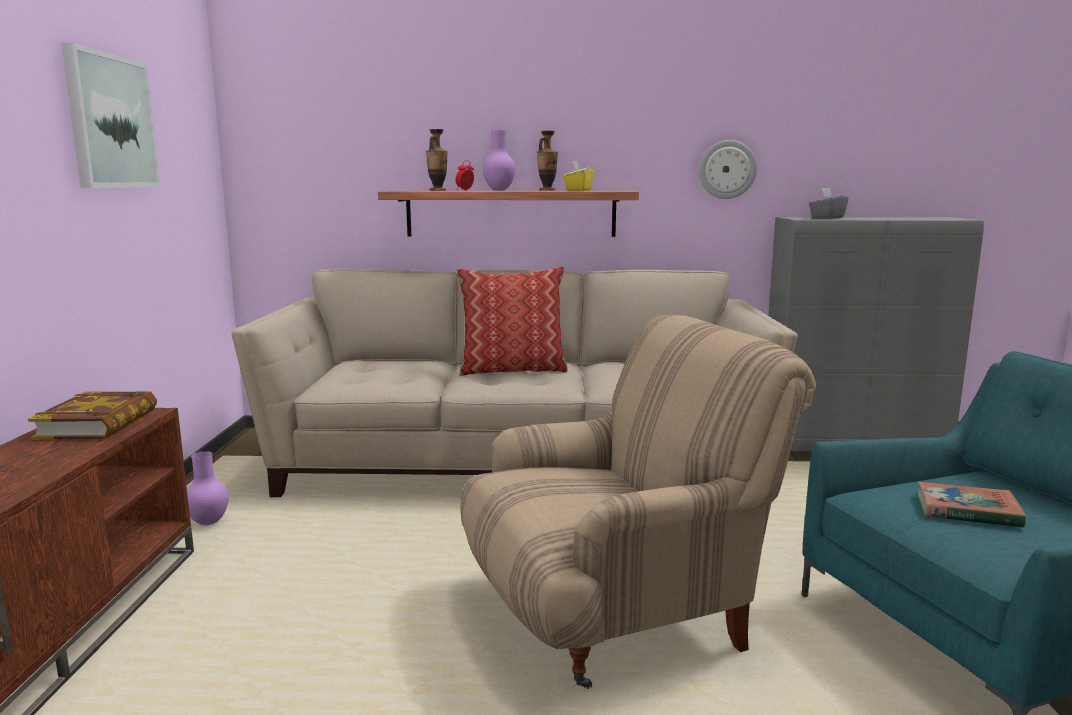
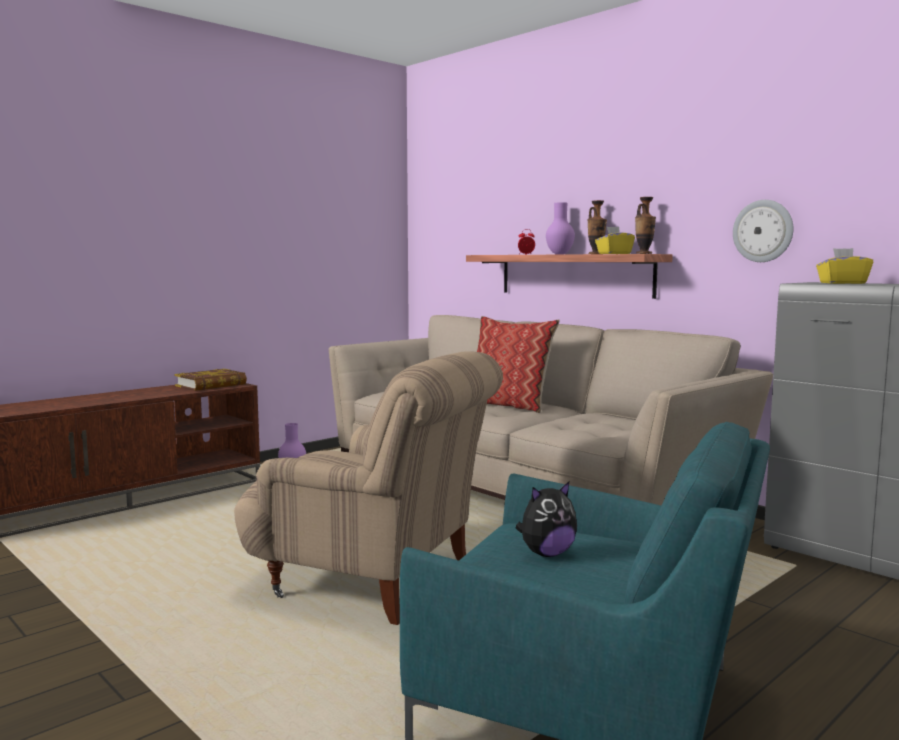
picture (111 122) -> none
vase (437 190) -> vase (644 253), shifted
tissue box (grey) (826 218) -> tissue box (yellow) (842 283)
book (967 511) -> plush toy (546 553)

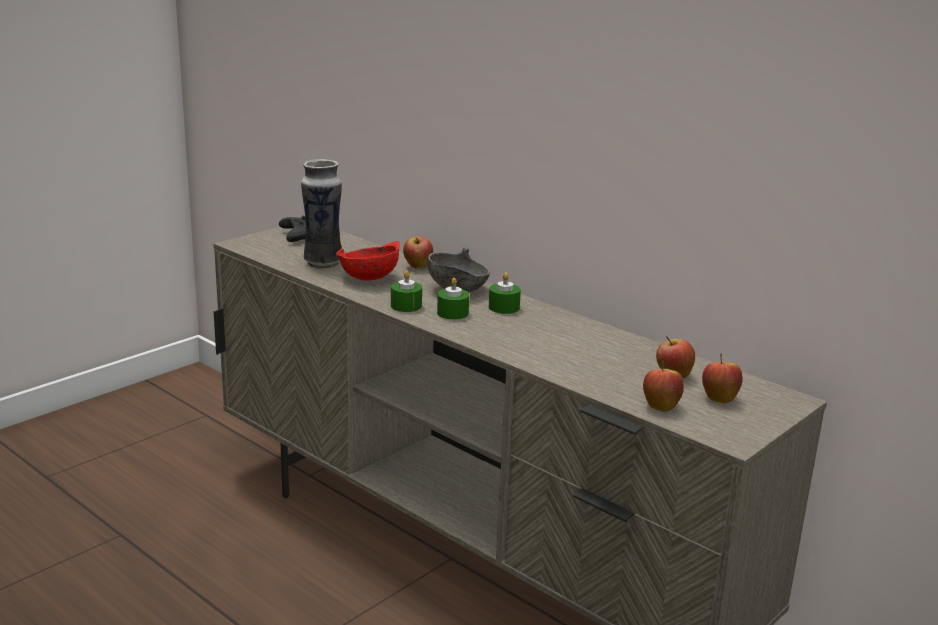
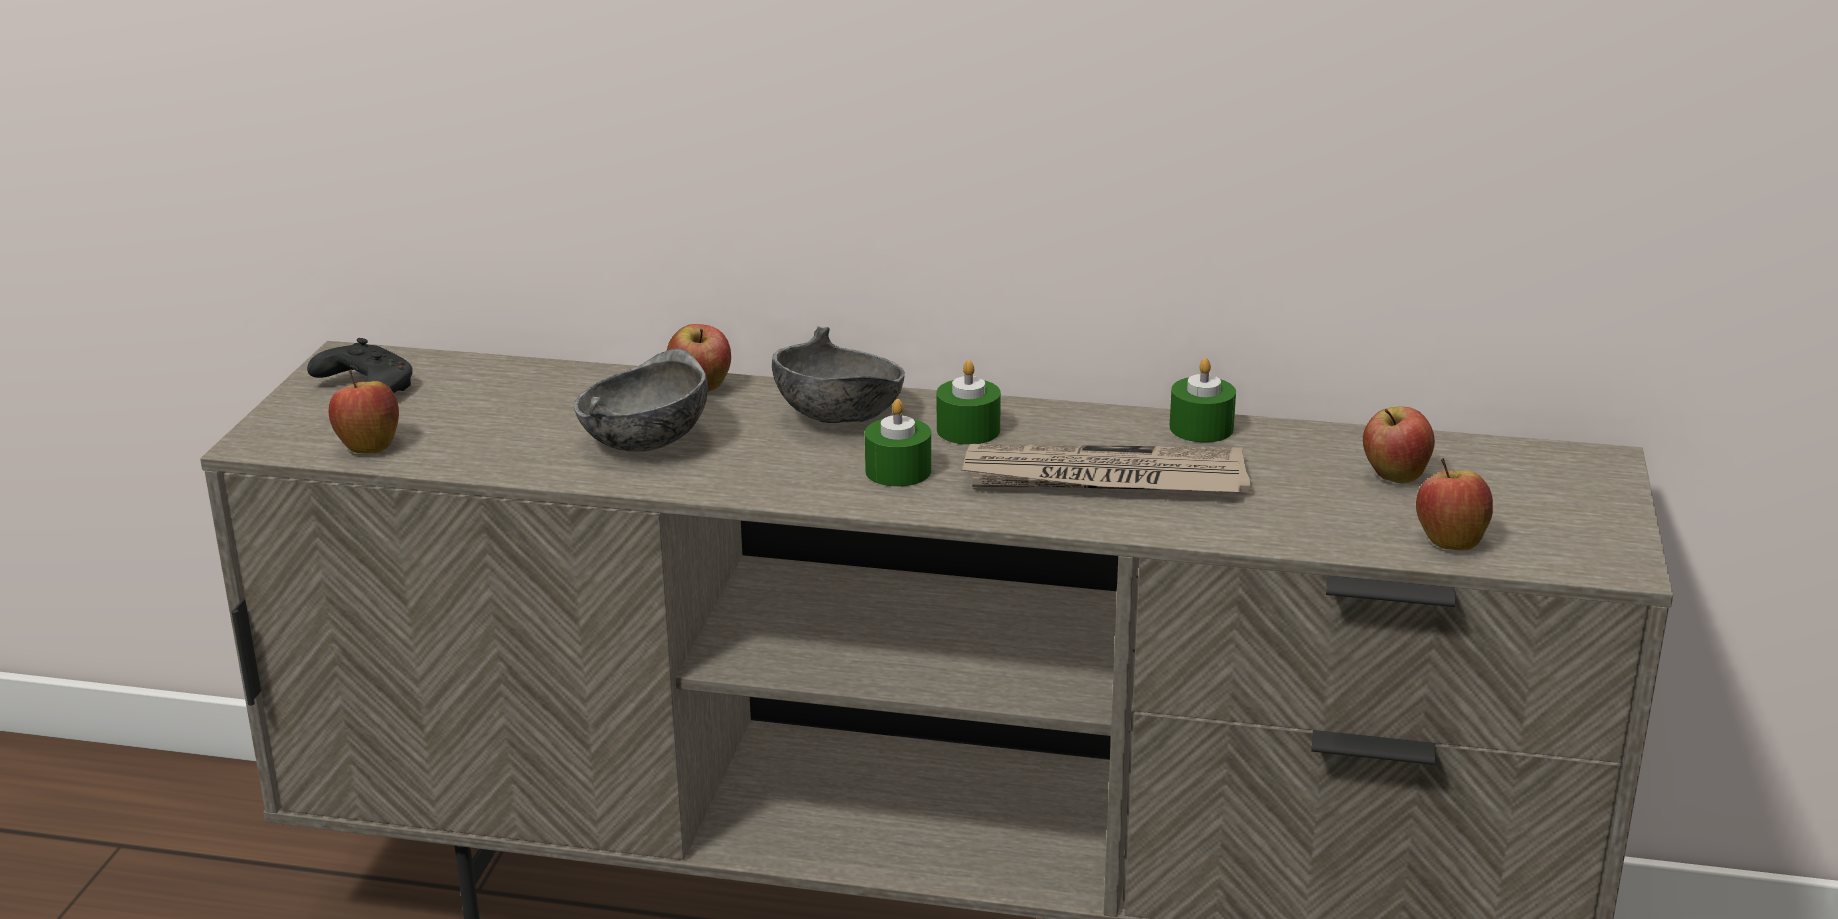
vase (323 263) -> none
bowl (red) (368 278) -> bowl (grey) (643 443)
candle (green) (406 306) -> candle (green) (1201 428), shifted
apple (719 398) -> apple (368 446), shifted
none -> newspaper (1103 479)

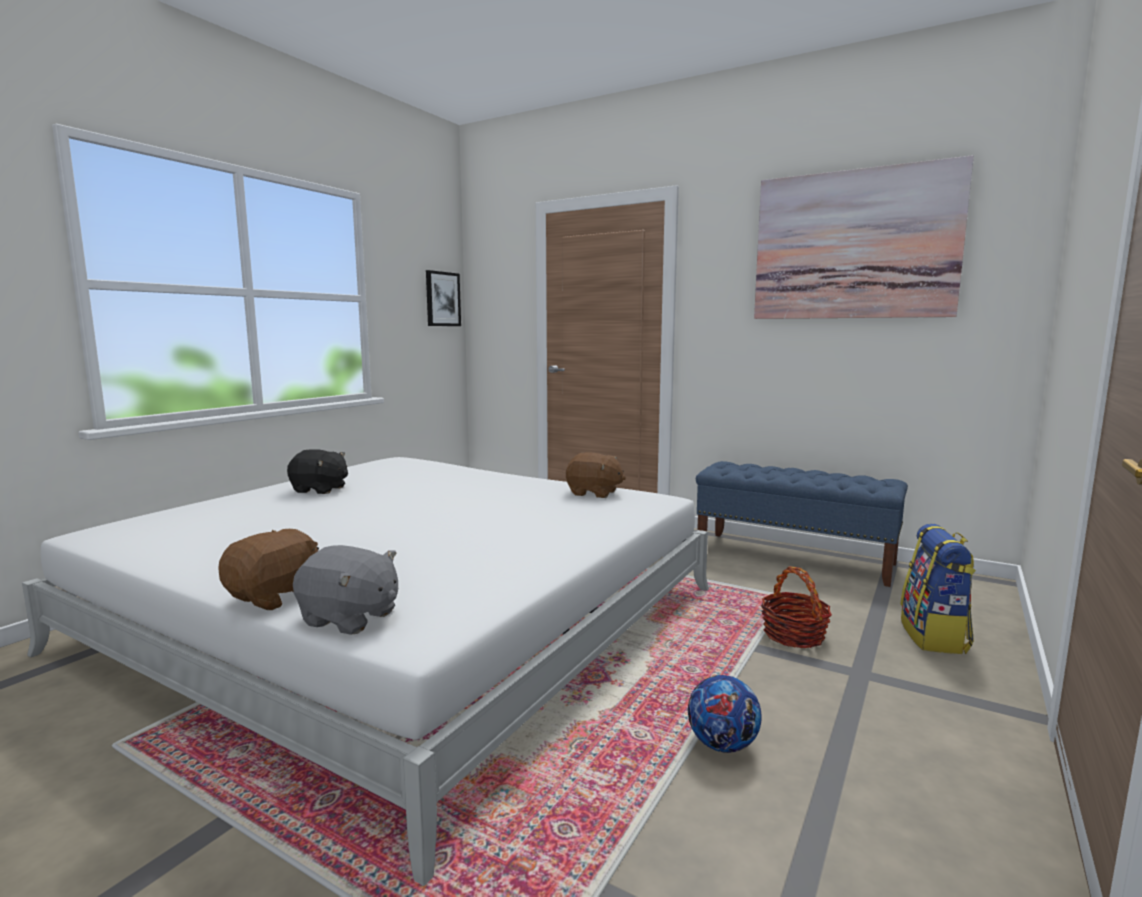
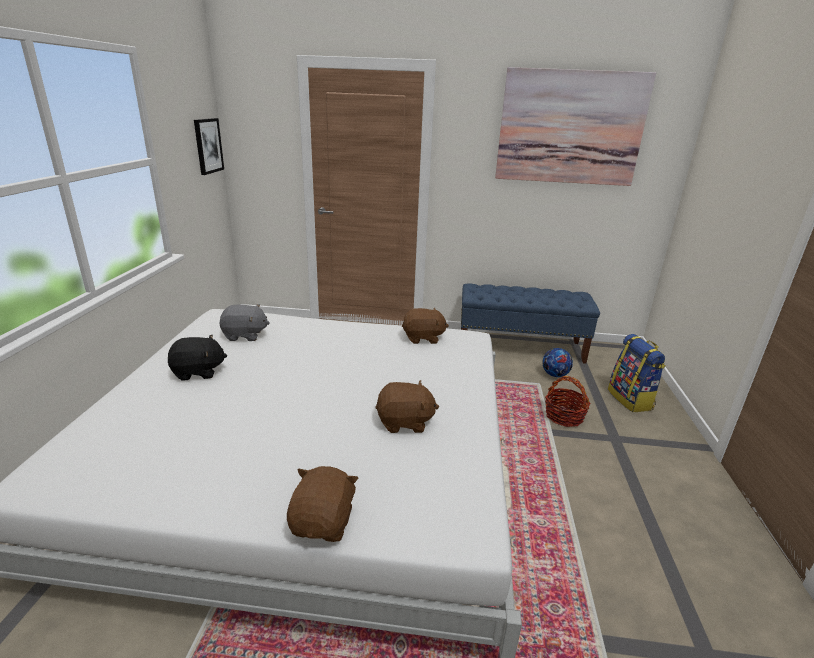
plush toy (grey) (349 618) -> plush toy (grey) (245 335), shifted
football (722 745) -> football (555 375), shifted
none -> plush toy (brown) (405 422)

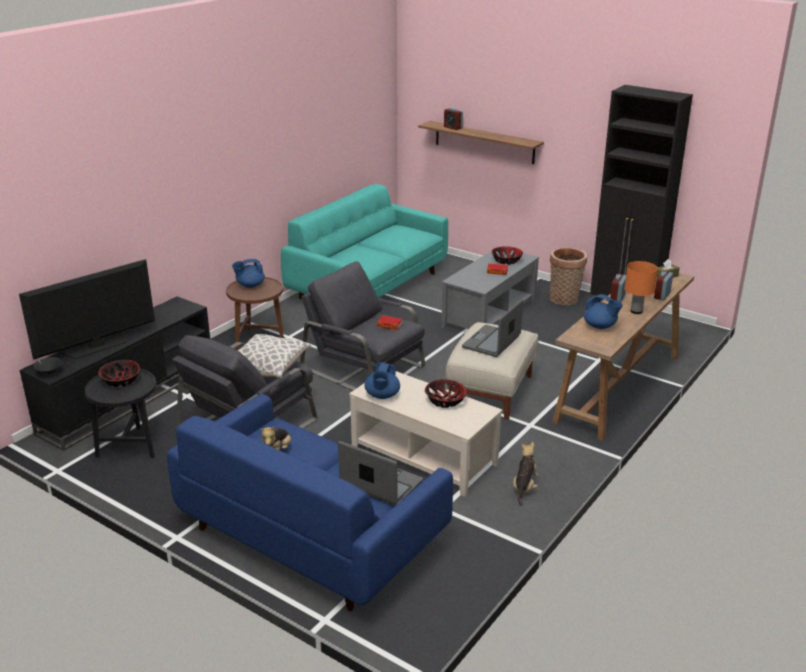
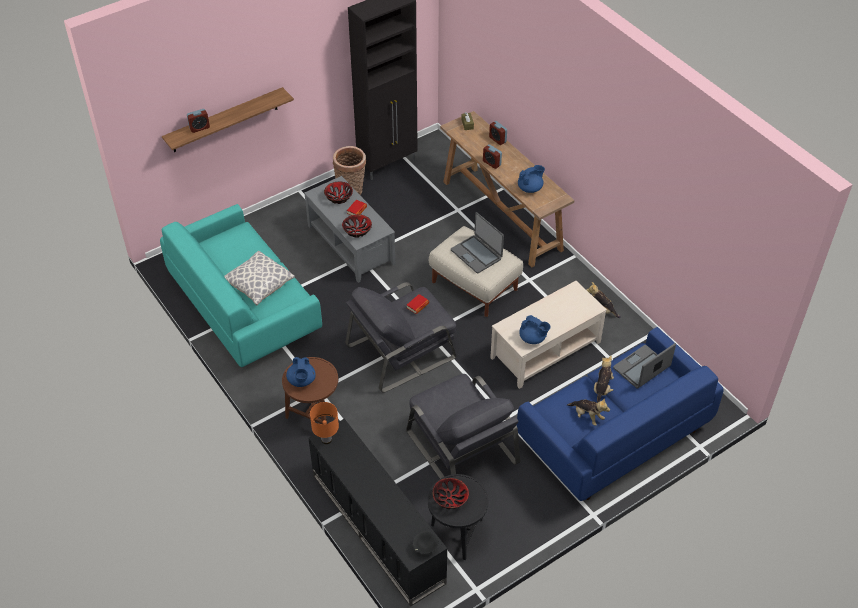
television (96 346) -> none
table lamp (orange) (636 311) -> table lamp (orange) (326 439), shifted
pillow (268 367) -> pillow (259 285), shifted
bowl (445 401) -> bowl (357 230), shifted
none -> plush toy (602 389)

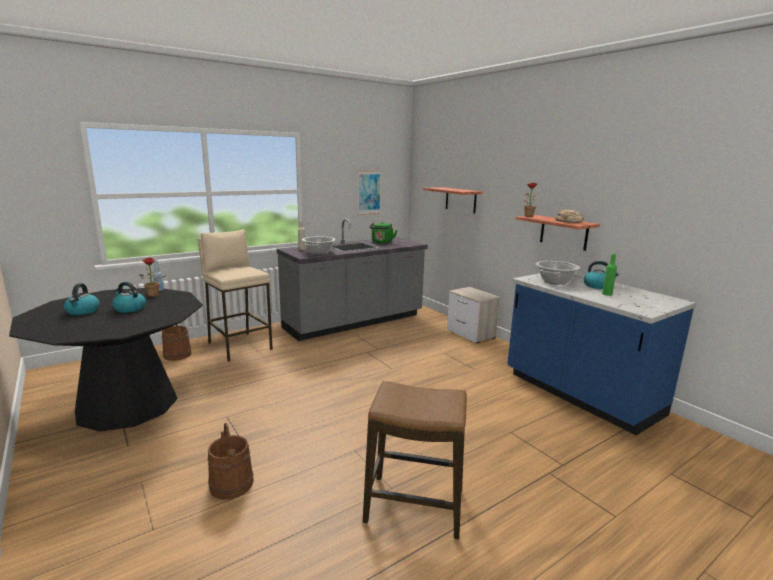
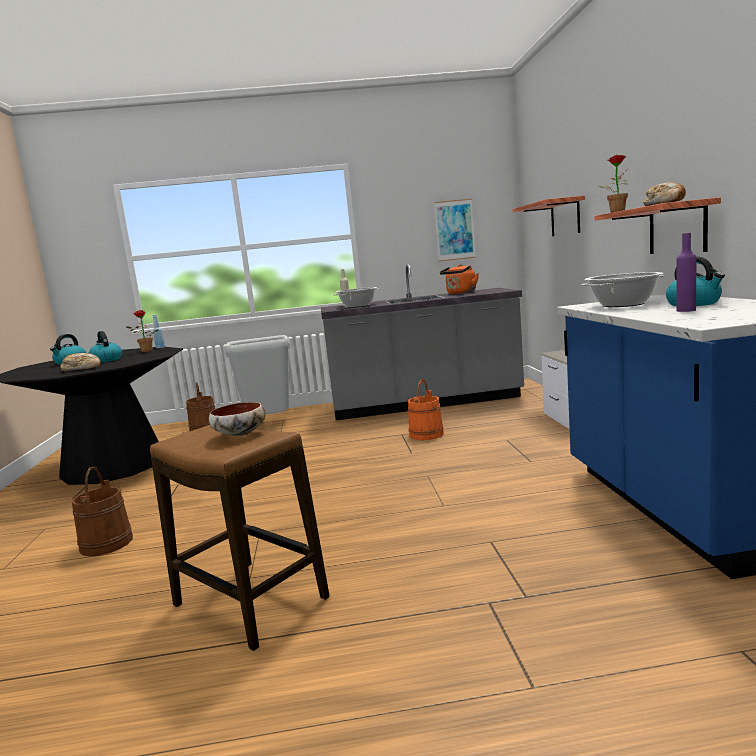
kettle (green) (382 242) -> kettle (orange) (460 293)
stool (beige) (239 346) -> trash can (grey) (269 423)
bottle (green) (607 294) -> bottle (purple) (686 310)
none -> bread (82 368)
none -> bucket (orange) (426 434)
none -> bowl (240 434)

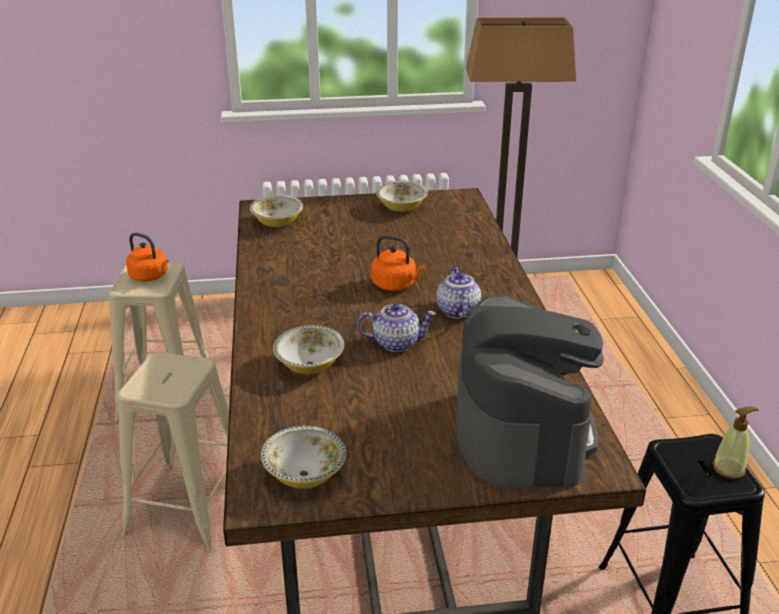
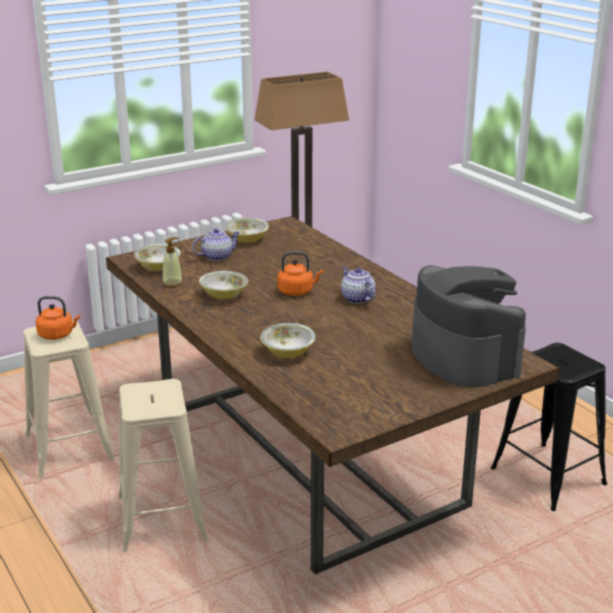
teapot (395 343) -> teapot (216 257), shifted
soap dispenser (729 468) -> soap dispenser (172 283), shifted
bowl (305 474) -> bowl (224 295), shifted

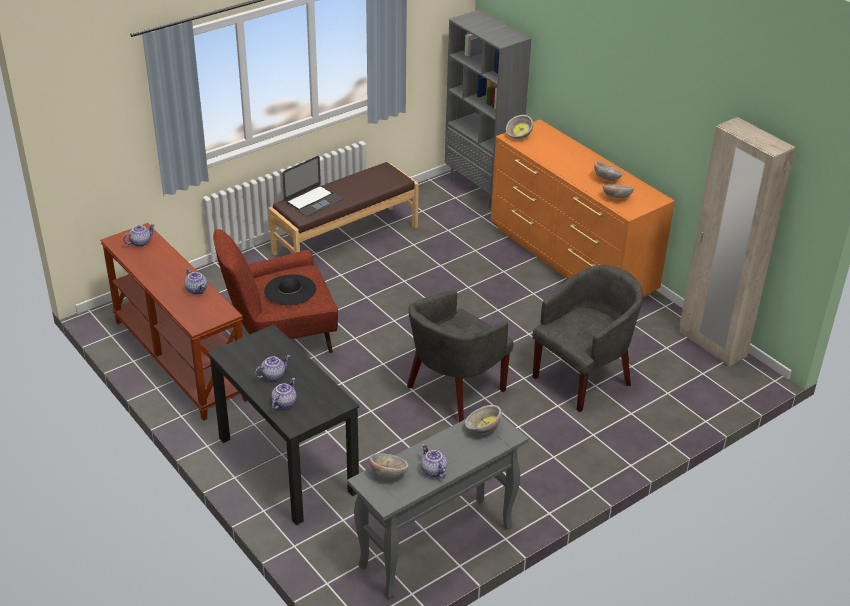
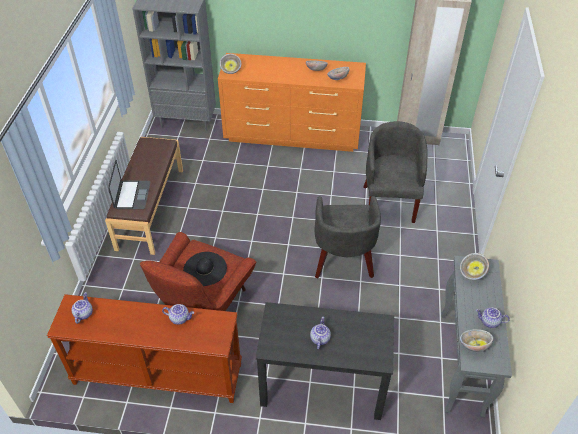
teapot (284 403) -> none

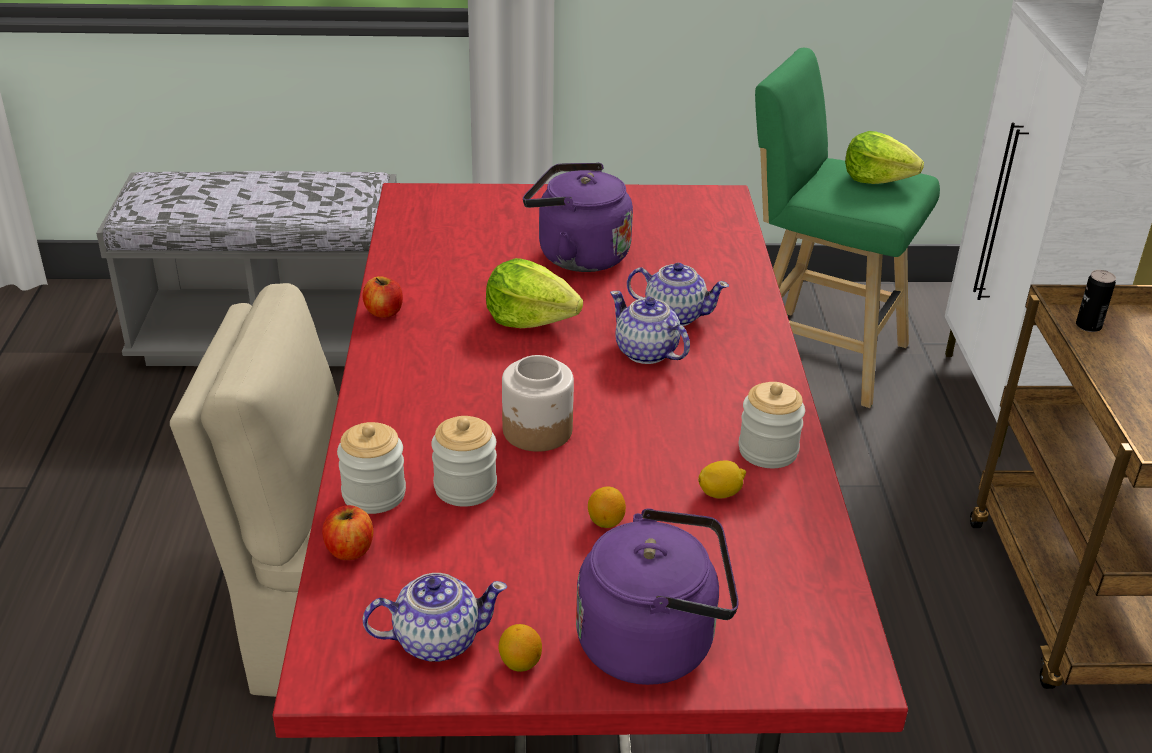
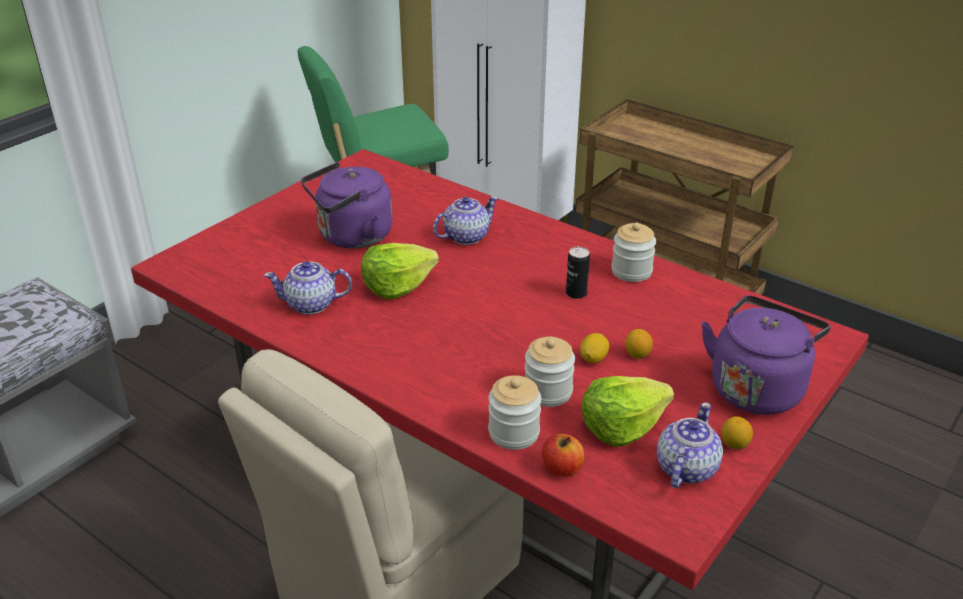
lettuce (877 178) -> lettuce (621 426), shifted
can (1088 326) -> can (576 293), shifted
apple (384 312) -> none
teapot (646 352) -> teapot (311 305), shifted
jar (537 431) -> none
lemon (720 493) -> lemon (593 358), shifted

